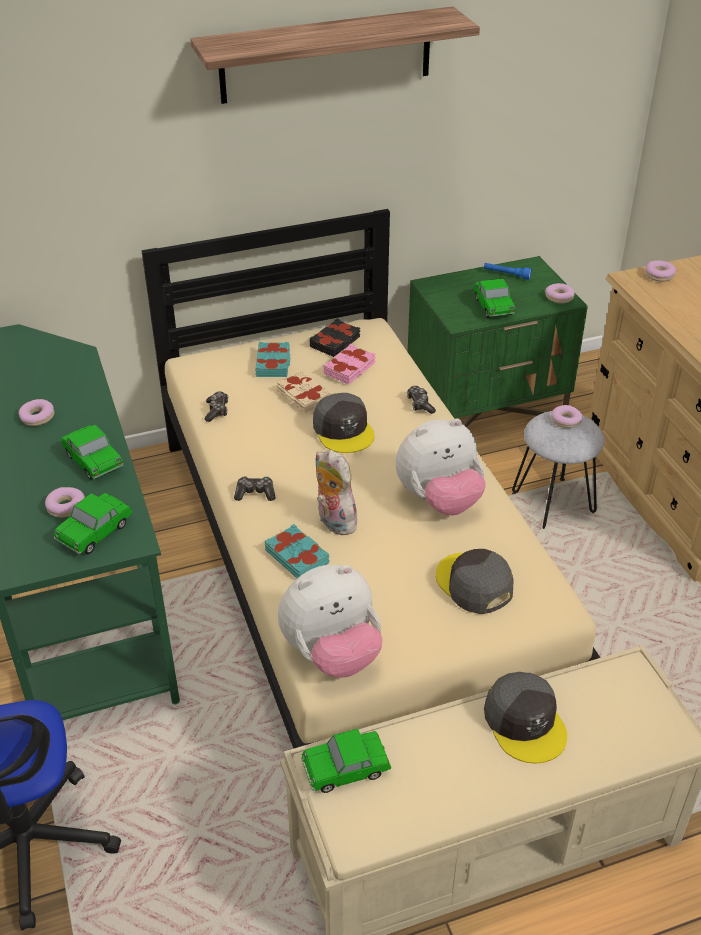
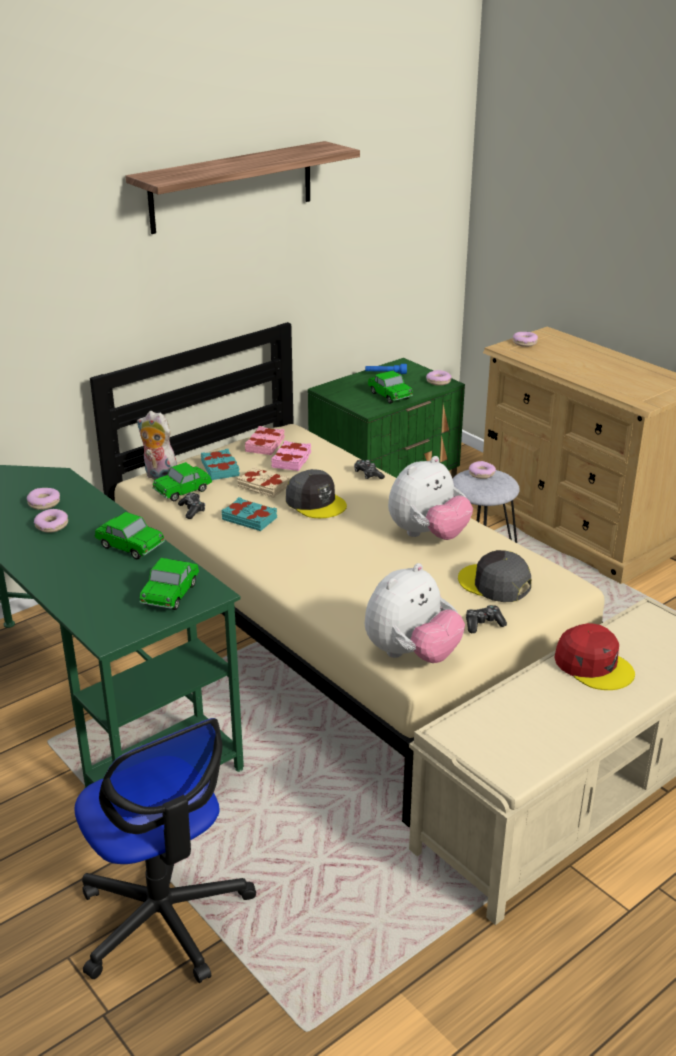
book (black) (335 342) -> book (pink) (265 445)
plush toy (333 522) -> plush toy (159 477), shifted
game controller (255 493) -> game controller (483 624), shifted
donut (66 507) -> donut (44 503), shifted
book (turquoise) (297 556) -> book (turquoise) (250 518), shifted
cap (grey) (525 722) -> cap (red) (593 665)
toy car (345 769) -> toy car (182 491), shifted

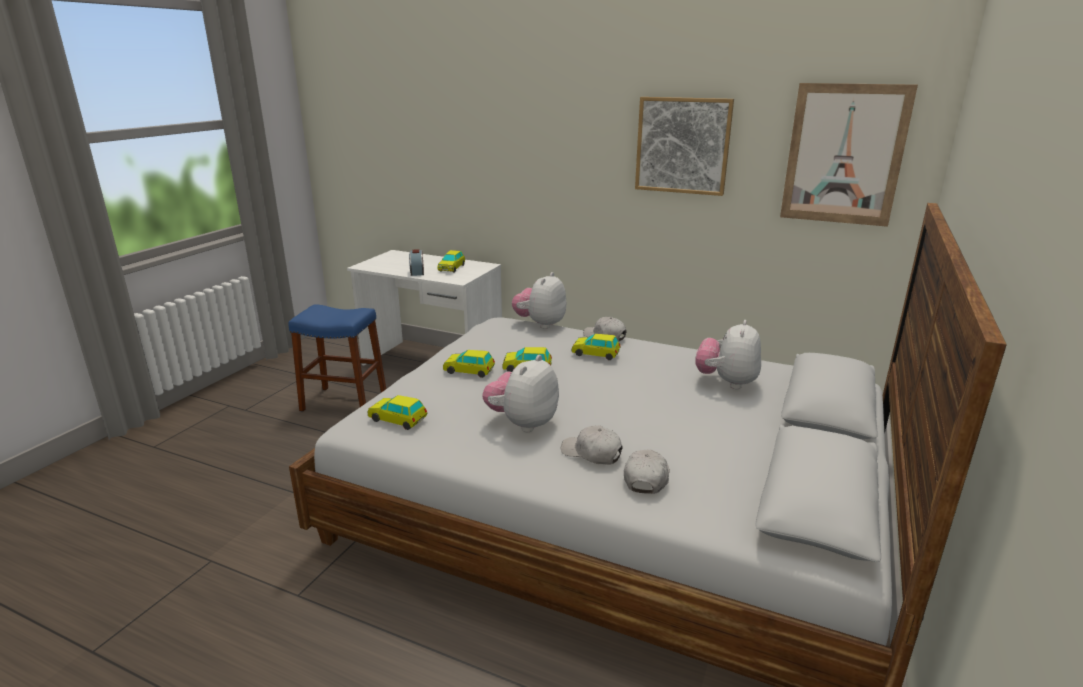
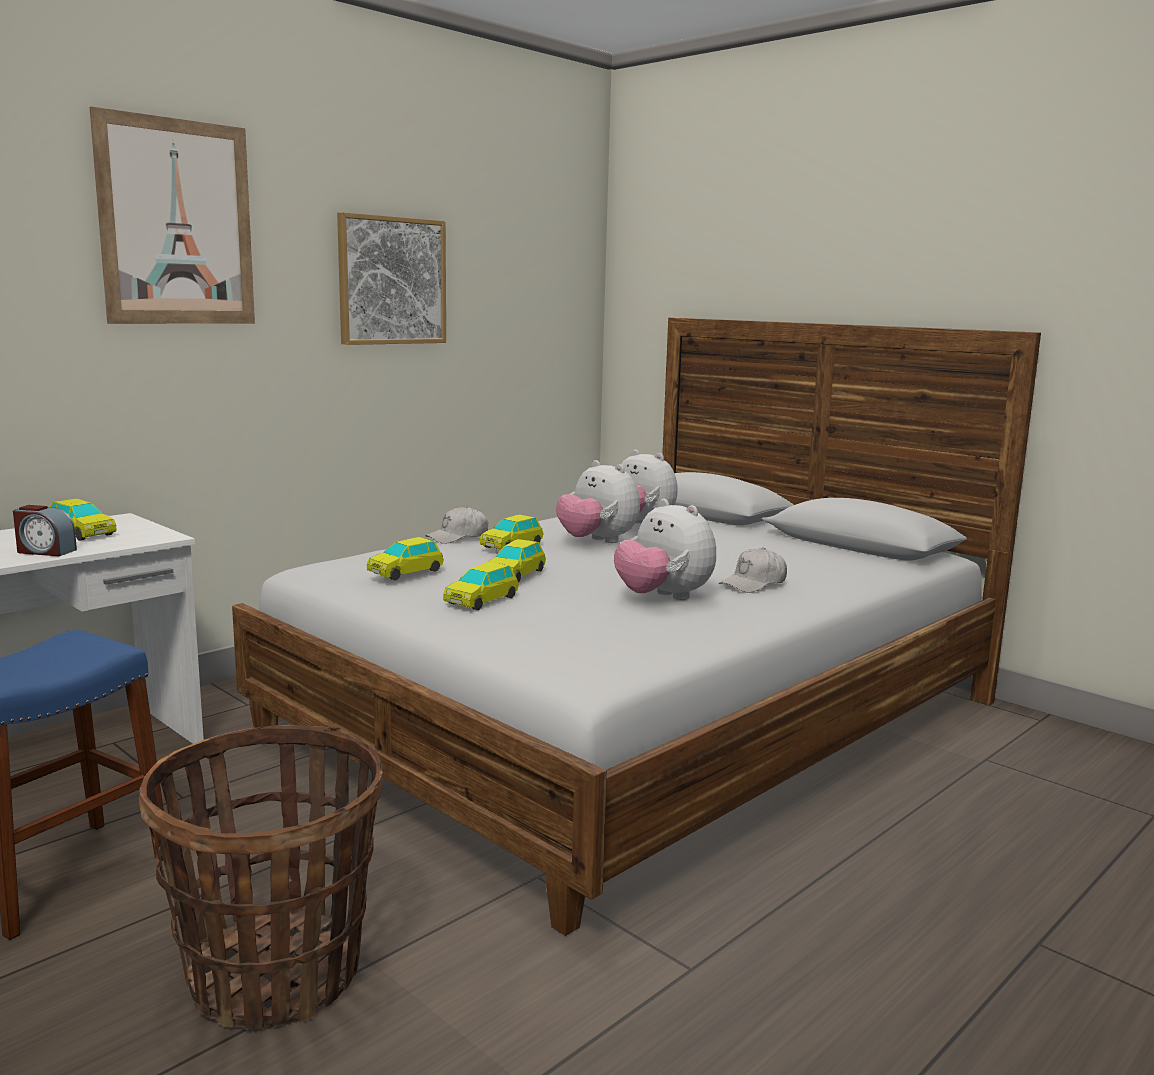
picture (844 155) -> picture (177 223), shifted
plush toy (540 324) -> plush toy (597 542), shifted
toy car (398 419) -> toy car (405 572), shifted
cap (white) (646 478) -> none
none -> basket (276 974)

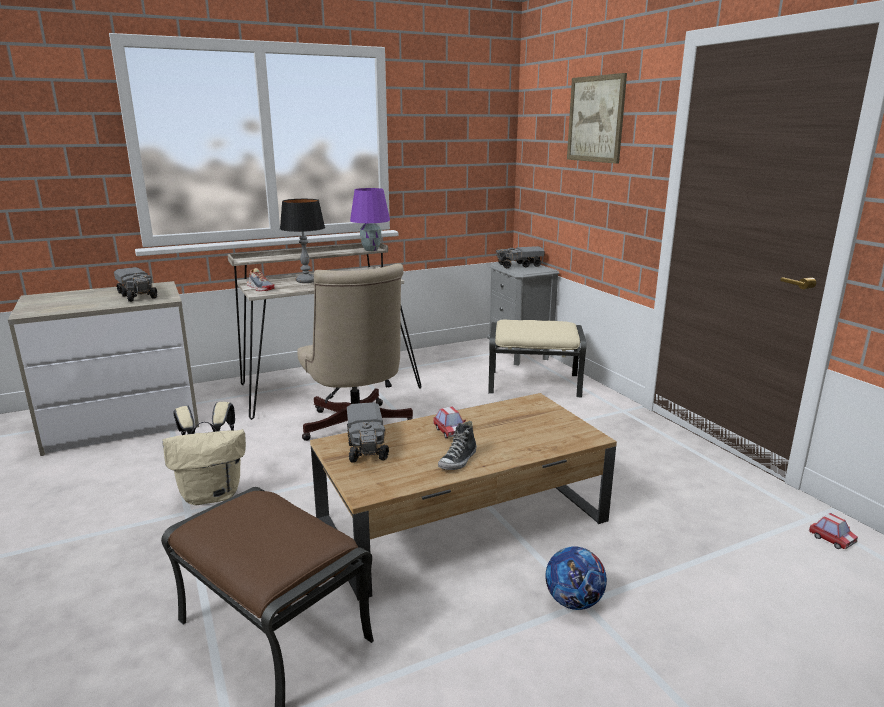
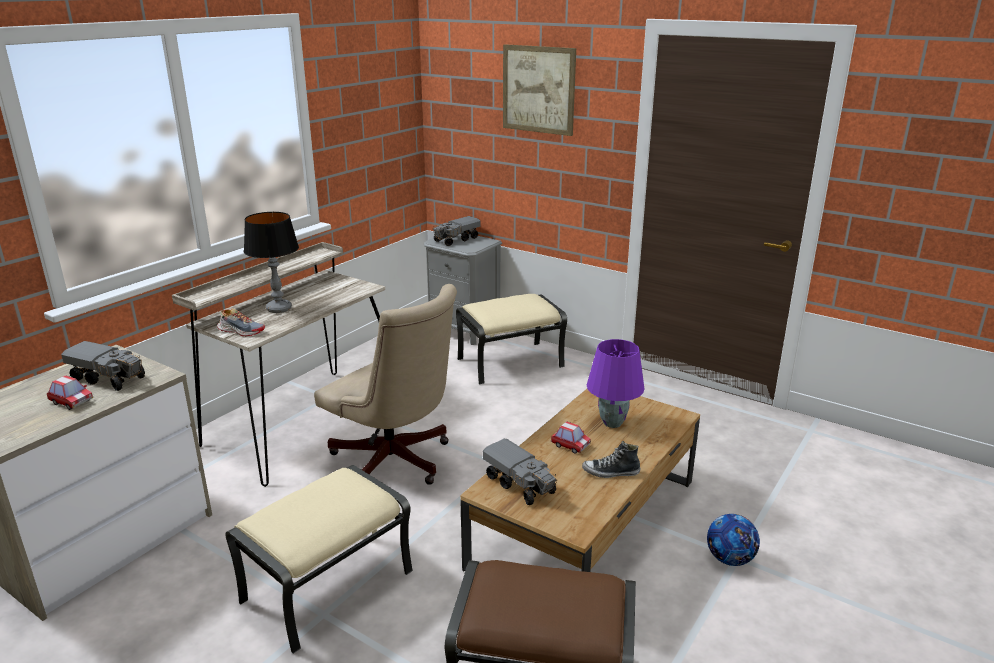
table lamp (purple) (370 250) -> table lamp (purple) (612 423), shifted
backpack (beige) (213 494) -> ottoman (beige) (328 585)
shoe (458 461) -> shoe (611 472), 90 degrees clockwise
toy car (831 539) -> toy car (71 402), shifted

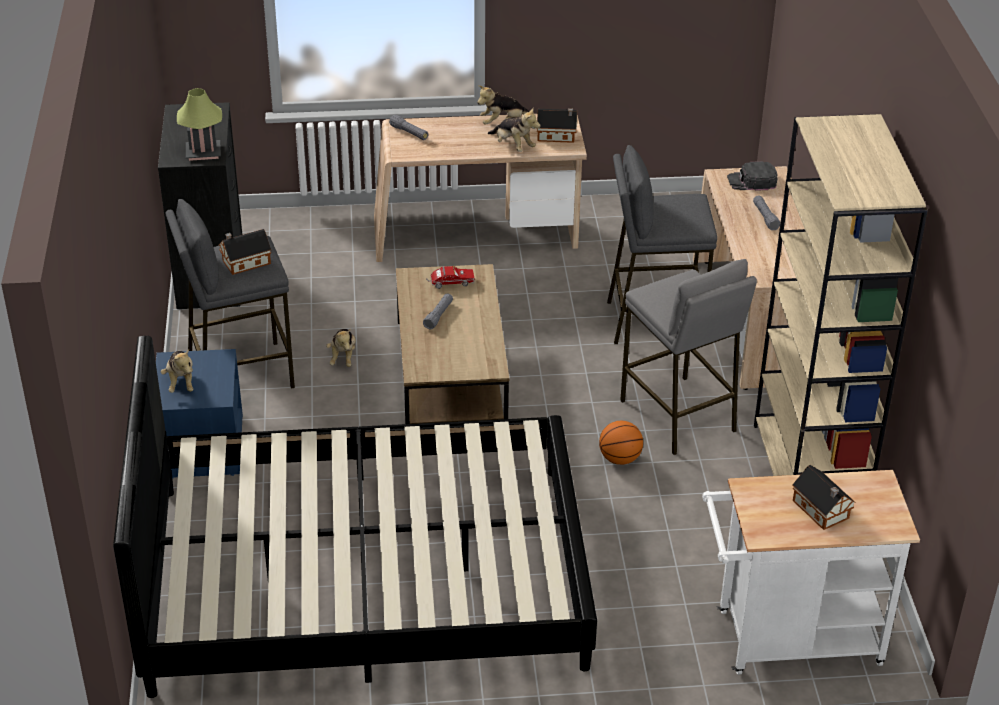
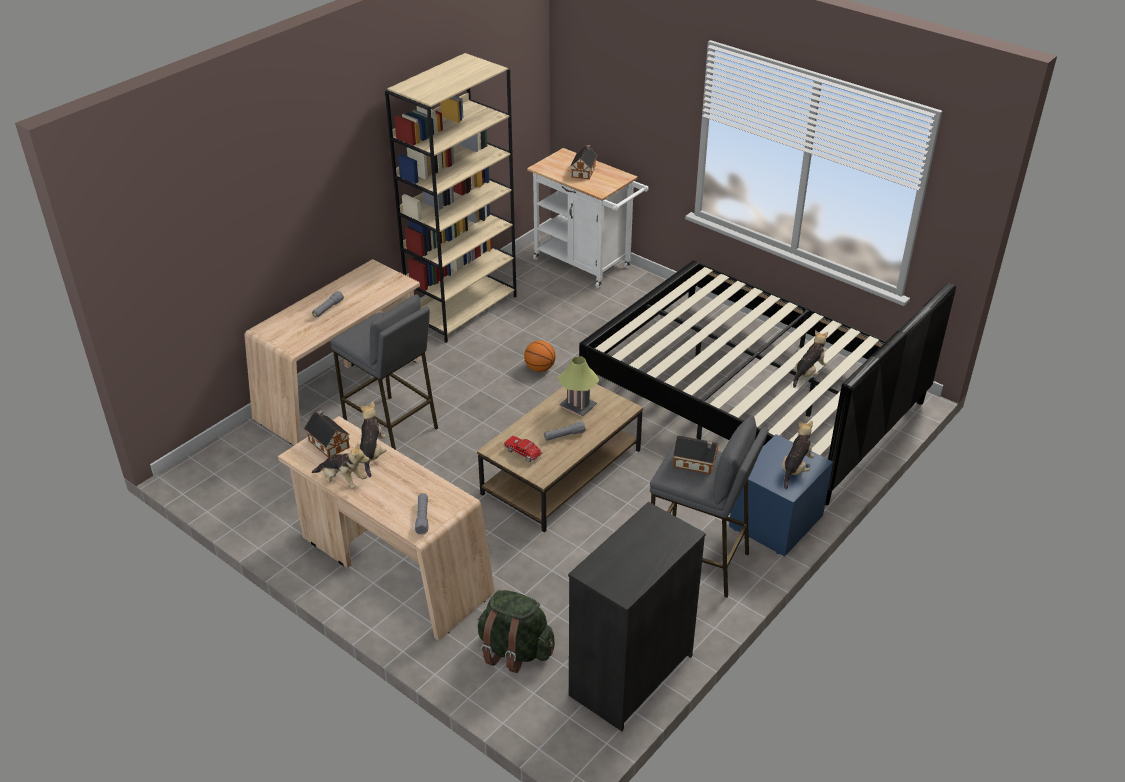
table lamp (203 153) -> table lamp (578 406), shifted
cap (black) (752 181) -> none
stool (grey) (678 416) -> none
plush toy (343 357) -> plush toy (808 373), shifted
none -> backpack (green) (514 650)

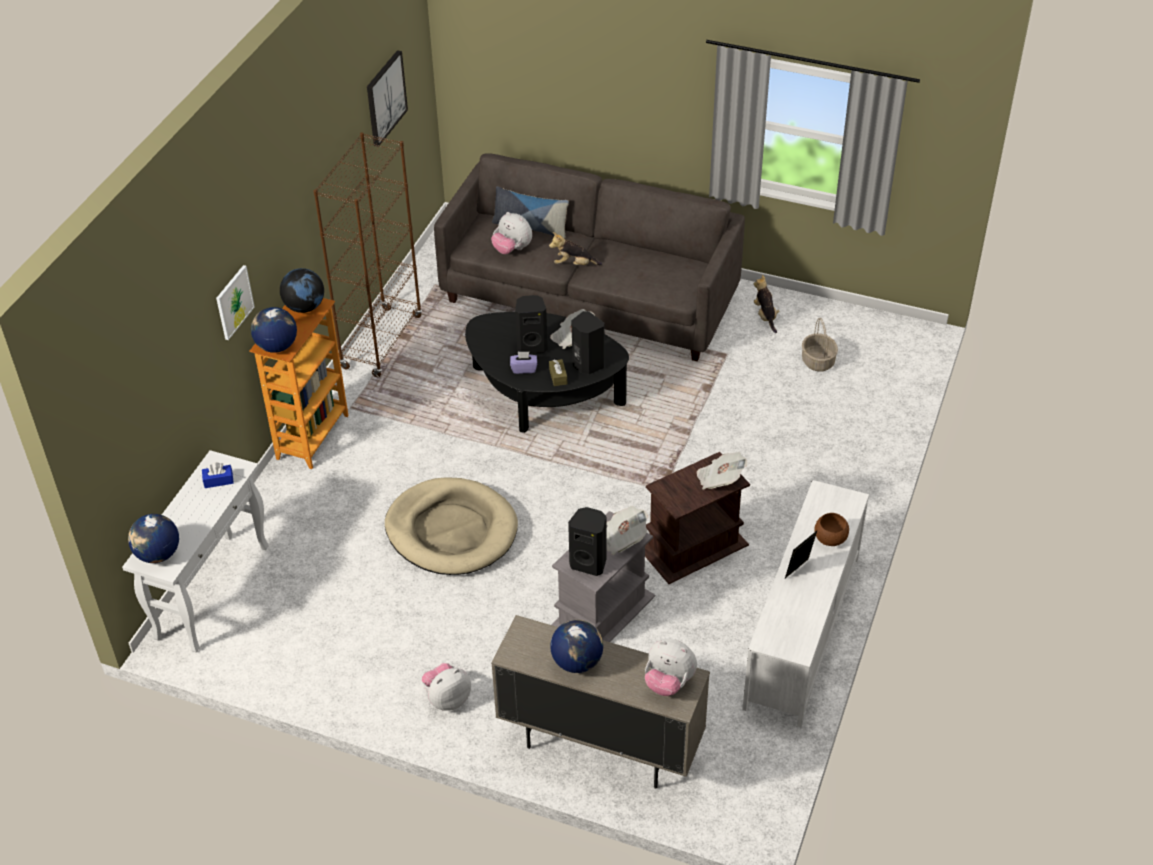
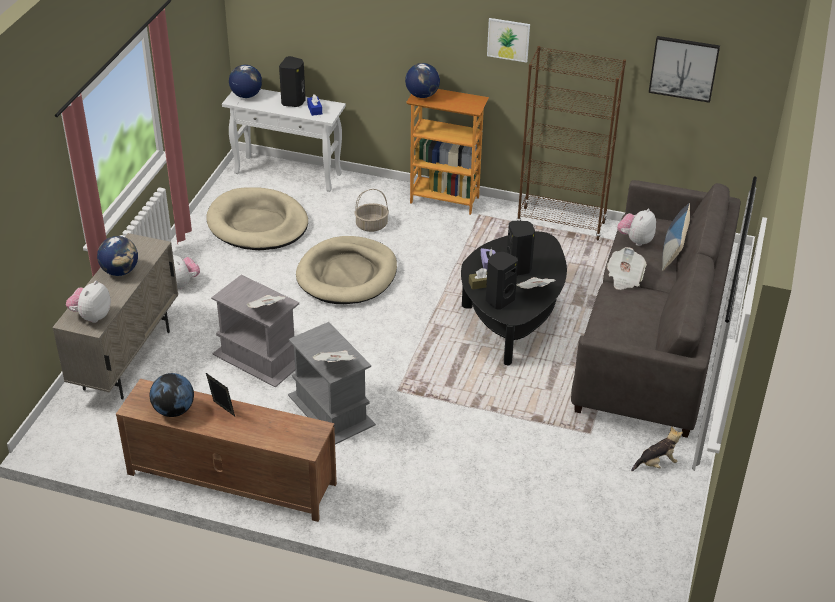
plush toy (574 264) -> newspaper (624 278)
picture (234 302) -> picture (508 39), shifted
globe (305 307) -> globe (174 410), shifted
basket (818 362) -> basket (371 225), shifted
side table (brown) (692 547) -> side table (grey) (330 409)
tv stand (white) (802 630) -> tv stand (brown) (231 478)
speaker (black) (589 563) -> speaker (black) (294 102), shifted
bowl (brown) (830 539) -> none
none -> dog bed (beige) (258 224)

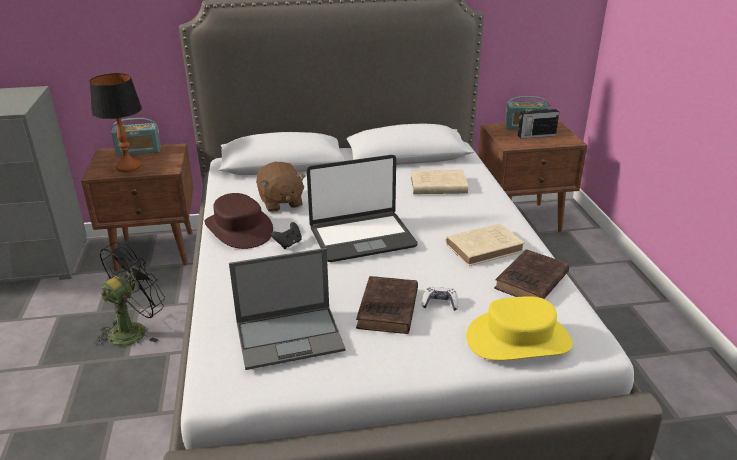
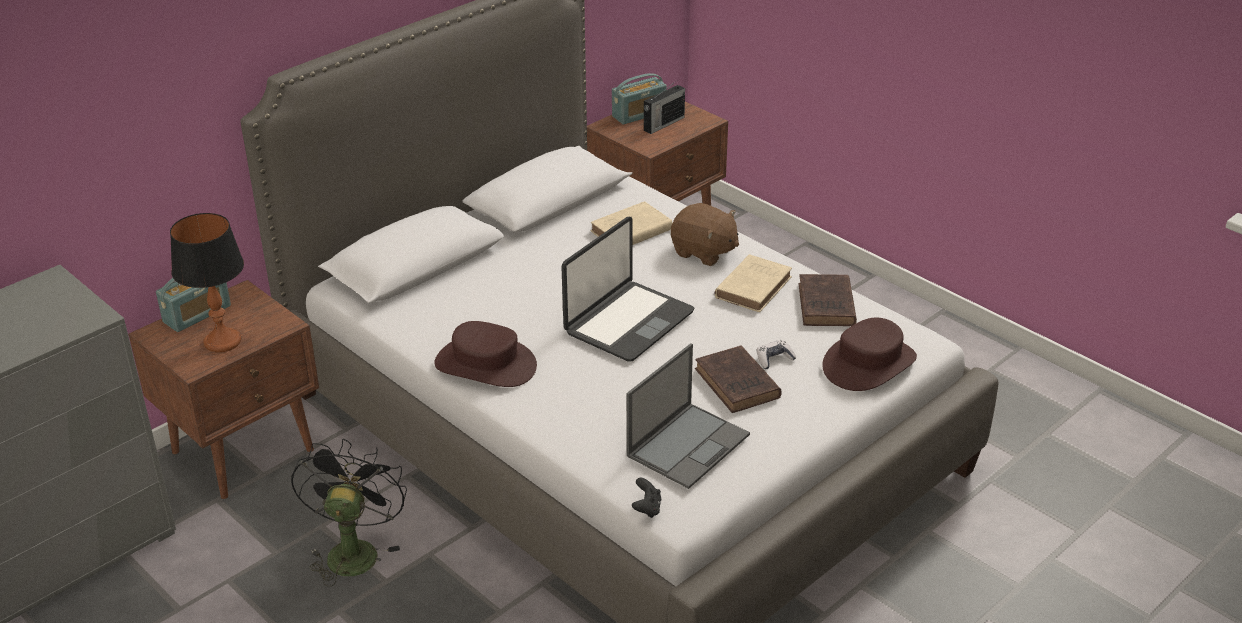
plush toy (brown) (280 202) -> plush toy (brown) (704 252), shifted
game controller (black) (288 244) -> game controller (black) (647 508), shifted
hat (yellow) (518 339) -> hat (brown) (868 363)

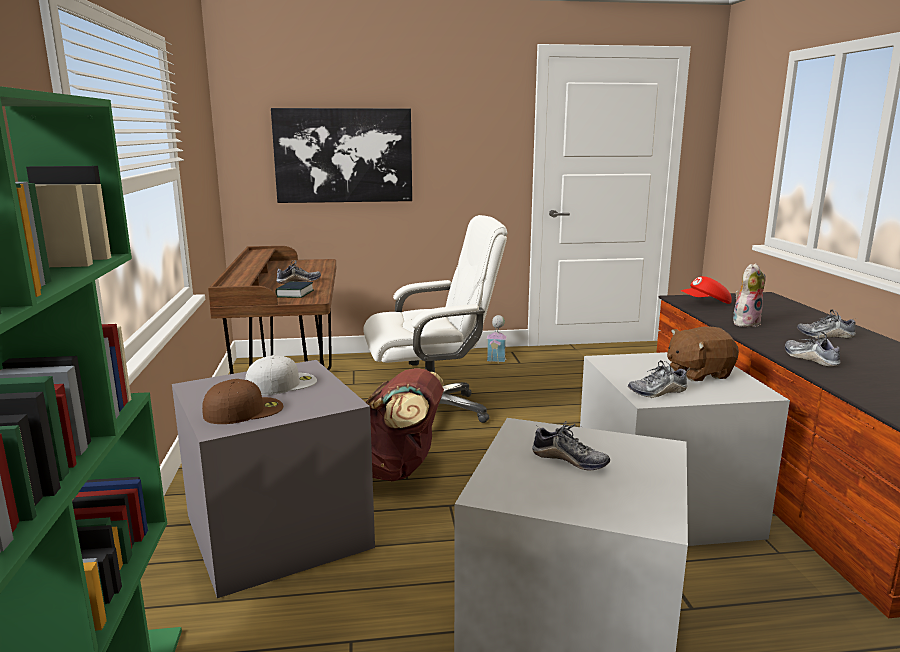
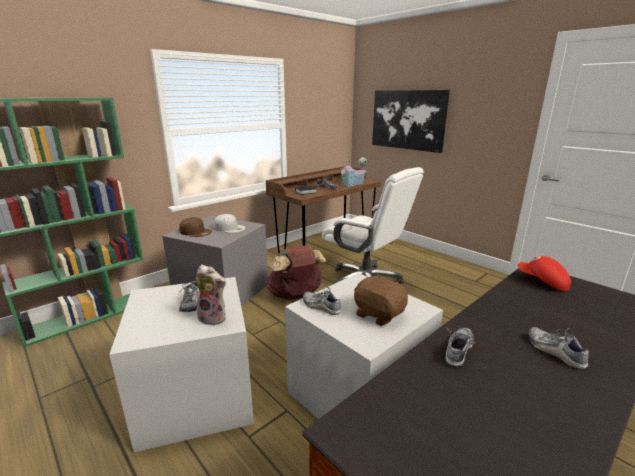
plush toy (745 323) -> plush toy (214 317), shifted
toy house (497 357) -> toy house (353 184), shifted

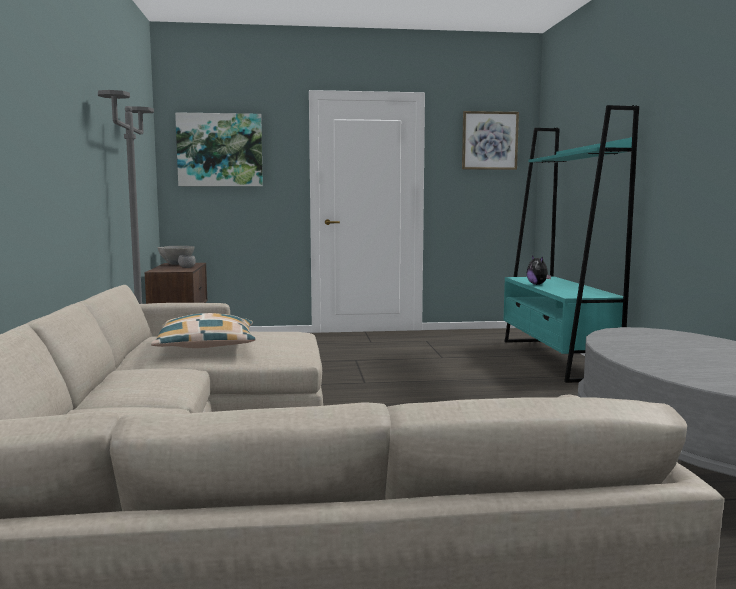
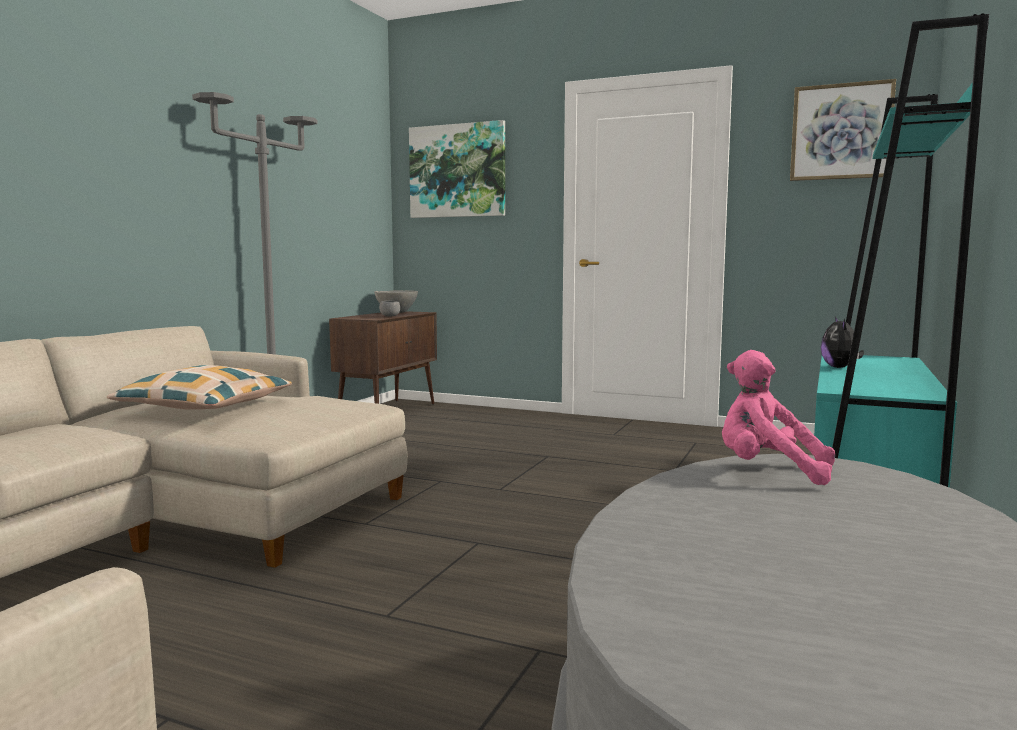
none -> plush toy (pink) (768 472)

